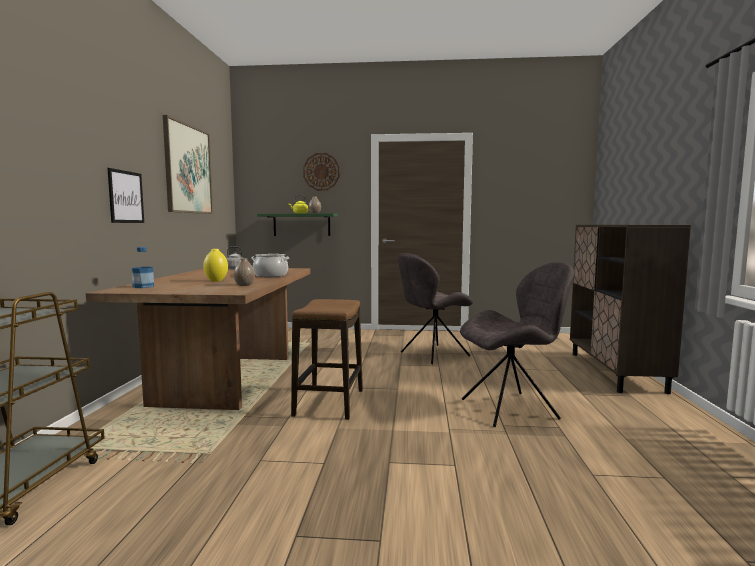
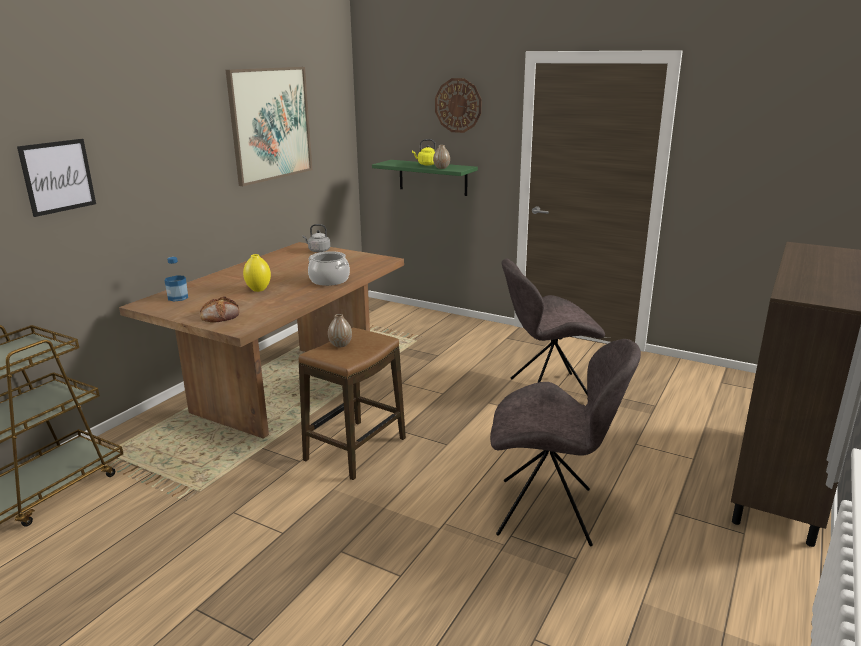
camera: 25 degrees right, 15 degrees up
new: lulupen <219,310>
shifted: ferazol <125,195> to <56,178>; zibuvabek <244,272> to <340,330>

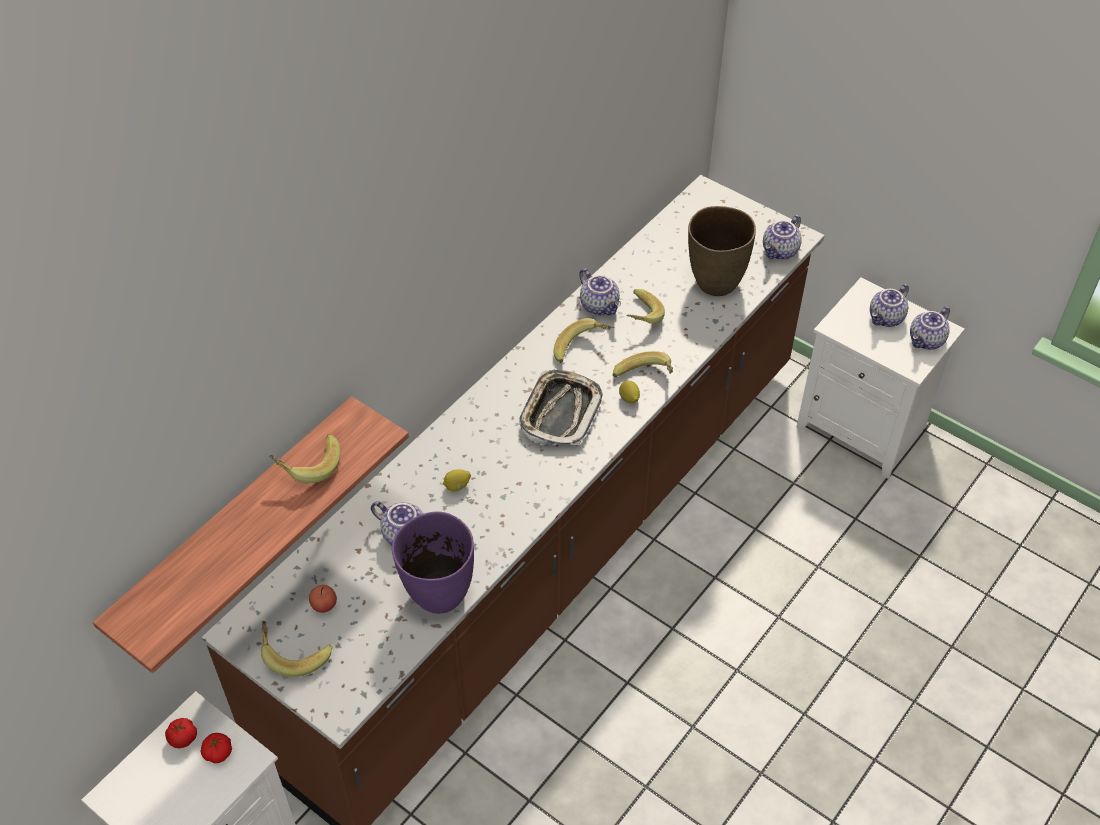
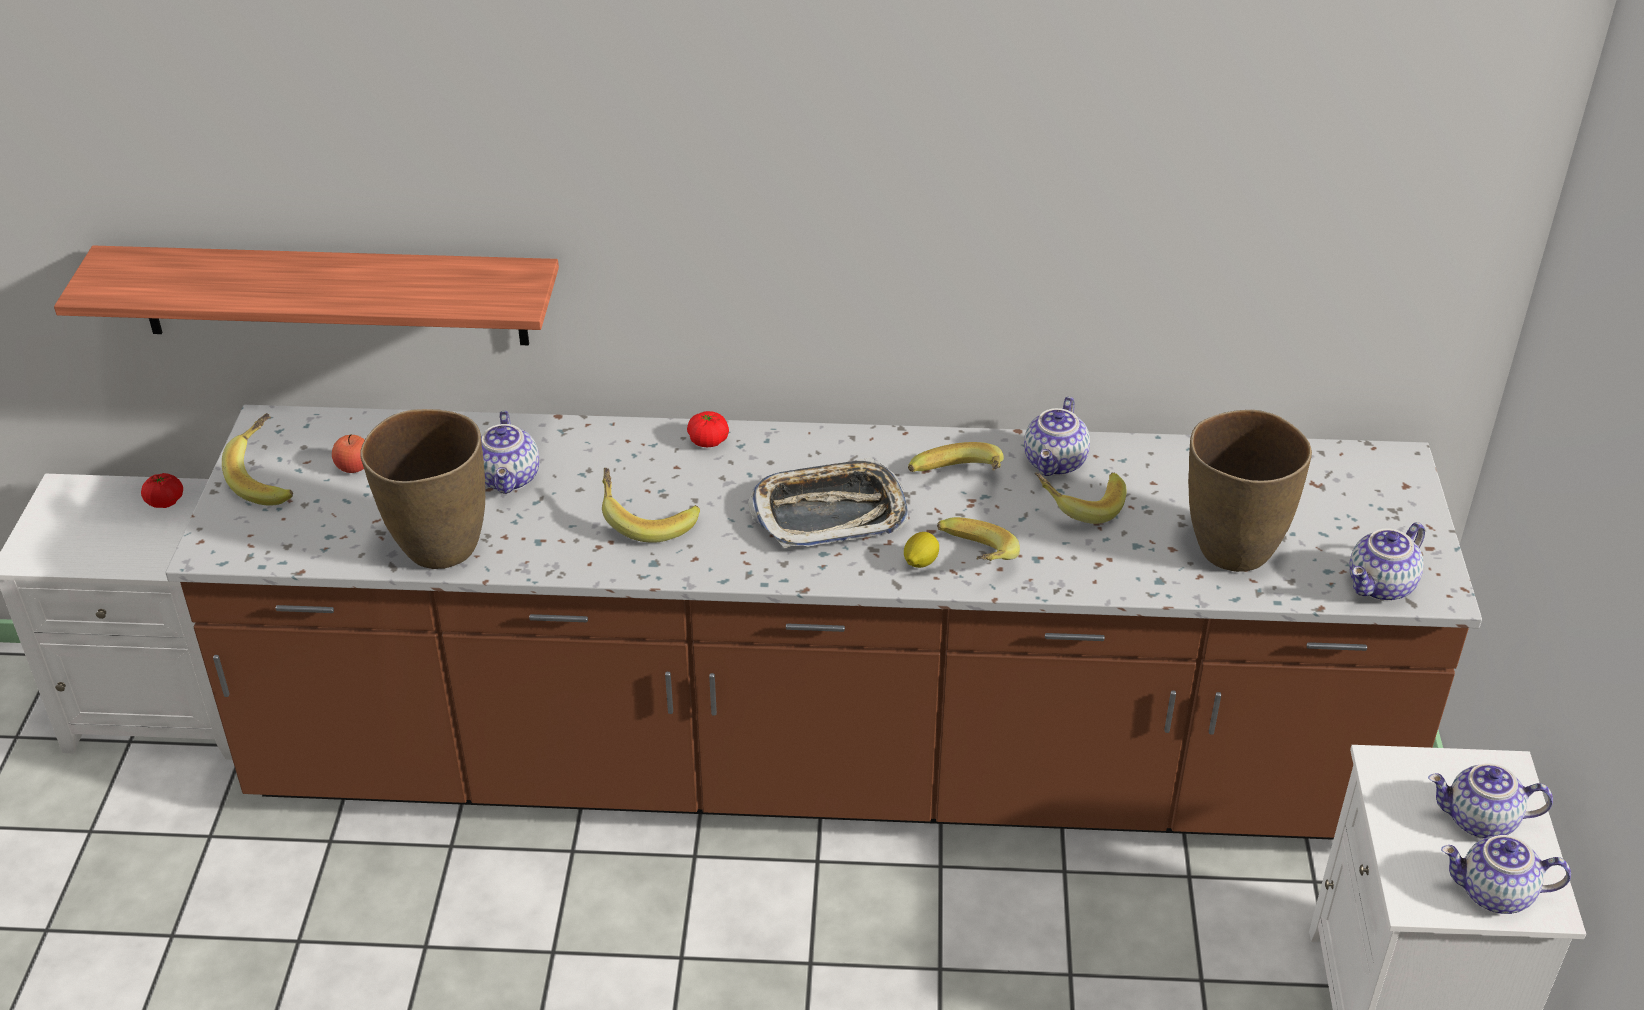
camera: 55 degrees right, 10 degrees down
gone: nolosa <457,480>
shifted: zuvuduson <216,748> to <708,429>; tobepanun <304,458> to <651,505>
repainted: purple_zibuvabek <433,563> to brown_zibuvabek <422,489>
rotated: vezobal <782,237> = <1387,561> 45 degrees counterclockwise

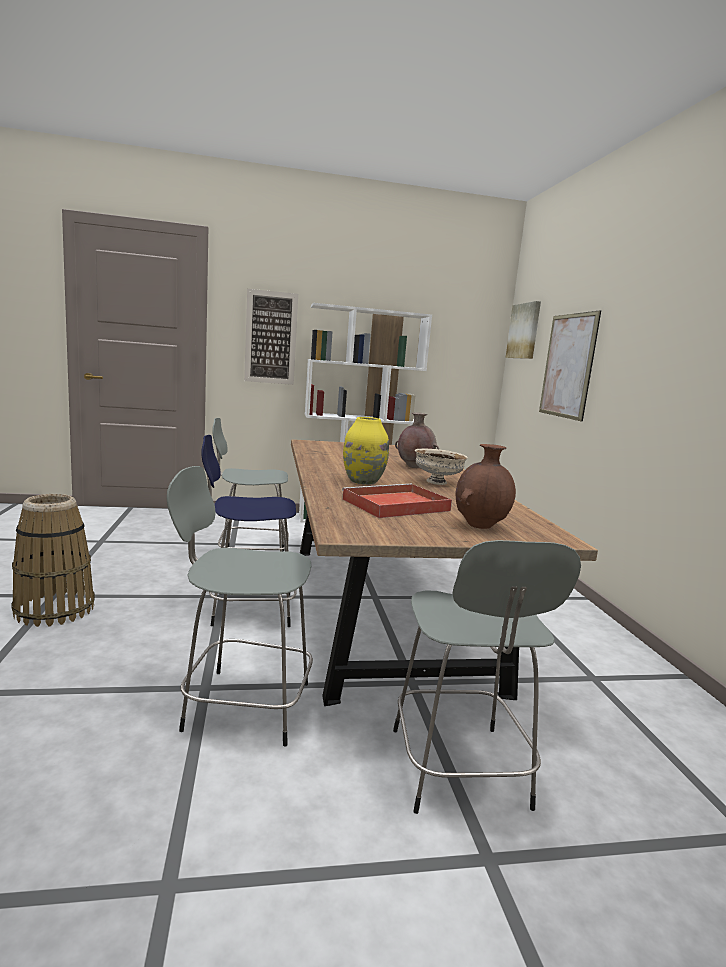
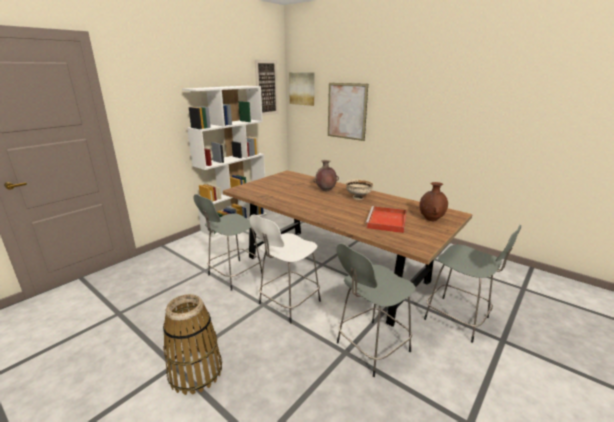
camera: 40 degrees left, 10 degrees up
gone: yellow_zibuvabek <366,451>
shifted: ferazol <271,337> to <267,87>
repainted: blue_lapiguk <249,531> to white_lapiguk <285,269>

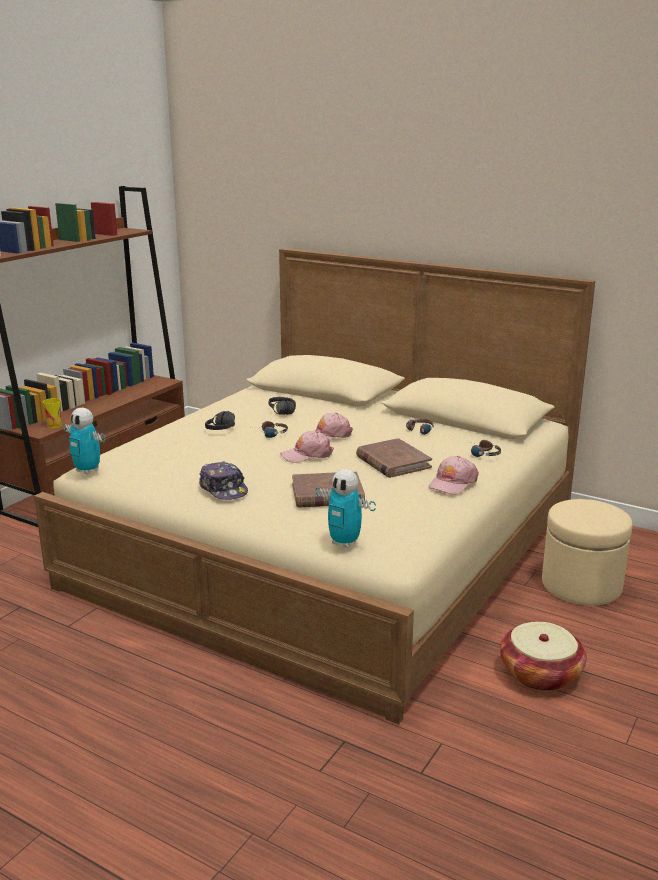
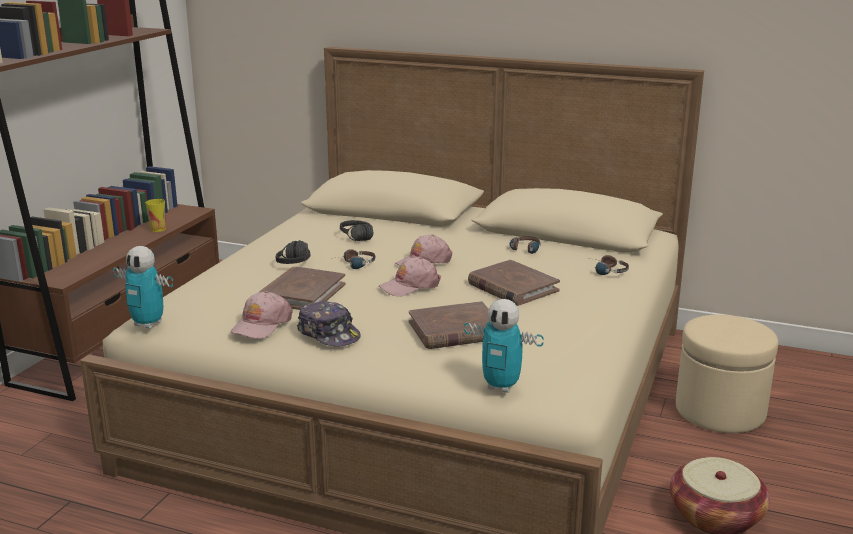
camera: 10 degrees left, 0 degrees up
new: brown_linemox <302,288>
shifted: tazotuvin <52,413> to <155,215>; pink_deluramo <454,475> to <261,315>

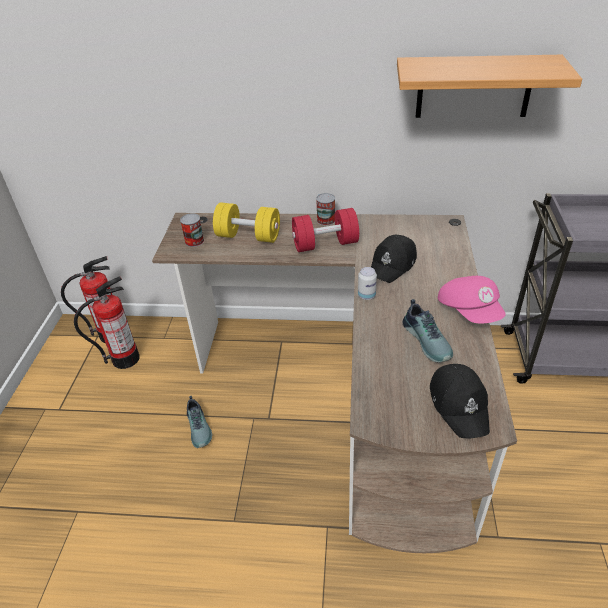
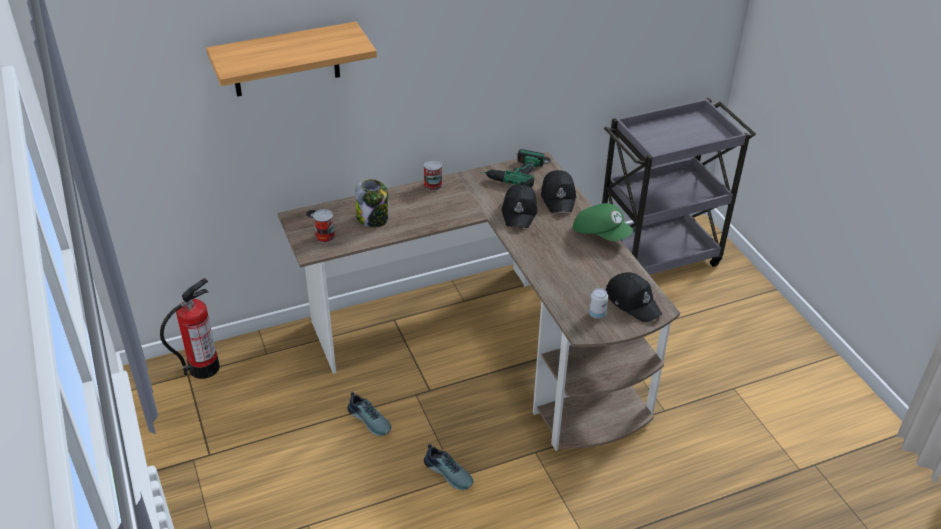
camera: 30 degrees left, 0 degrees up
gone: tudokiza <107,322>; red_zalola <325,230>
new: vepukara <509,168>; black_deluramo <558,191>
shifted: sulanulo <367,283> to <598,303>; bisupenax <489,86> to <291,59>; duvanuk <428,331> to <448,467>
swapped: yellow_zalola <246,223> to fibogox <372,203>
repainted: pink_deluramo <472,299> to green_deluramo <603,222>

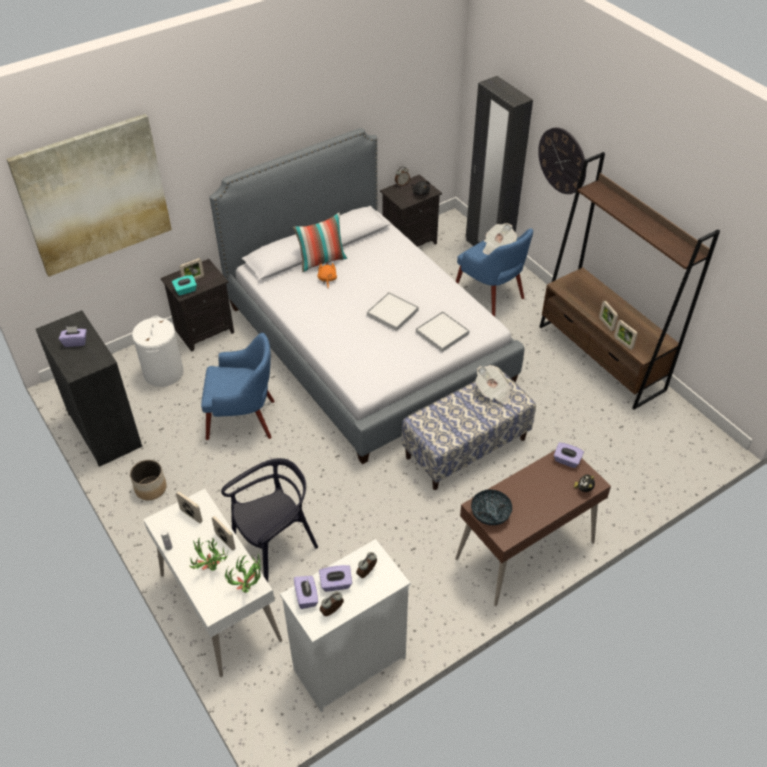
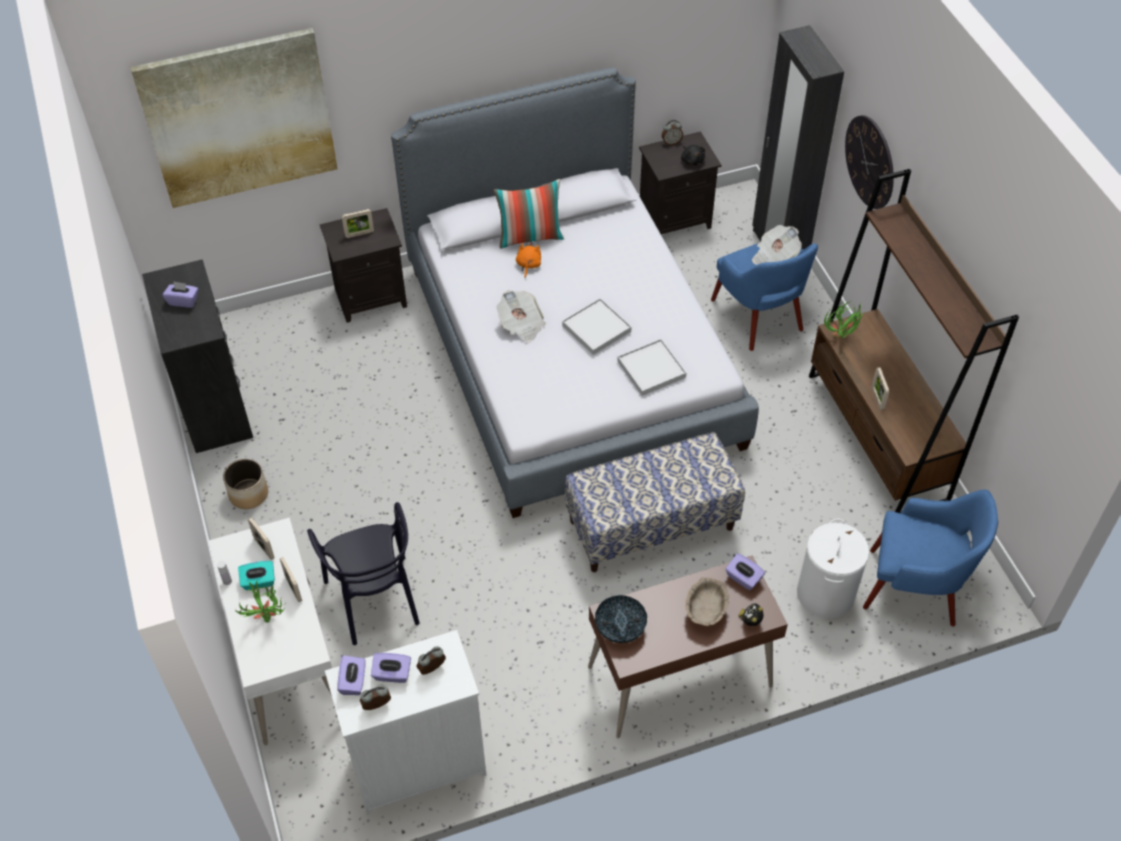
camera: 15 degrees right, 5 degrees up
gone: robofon <626,335>
new: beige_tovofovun <707,601>
shifted: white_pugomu <157,351> to <833,568>; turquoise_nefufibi <184,285> to <256,575>; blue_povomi <238,386> to <930,558>; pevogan <244,573> to <844,319>; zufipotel <494,385> to <521,316>
rotated: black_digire <269,520> = <363,573> 90 degrees clockwise

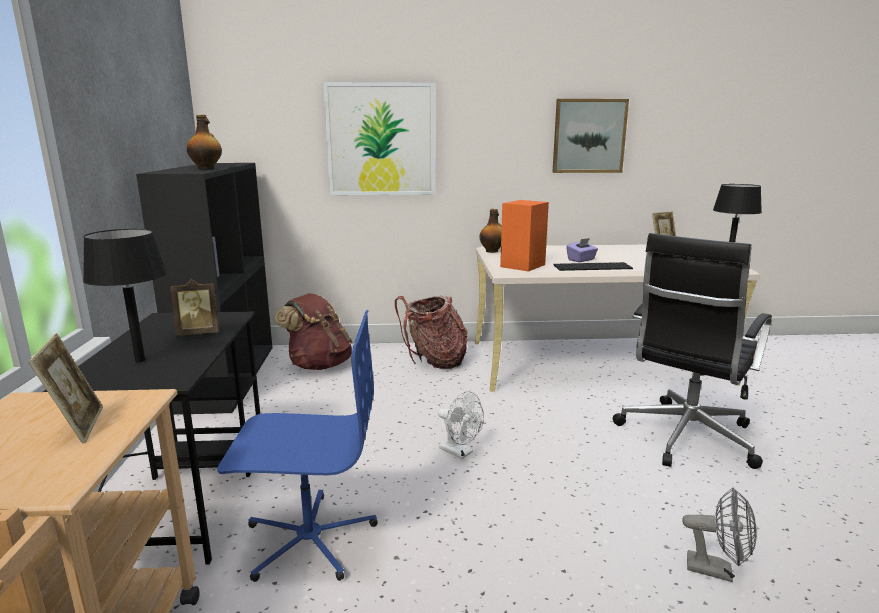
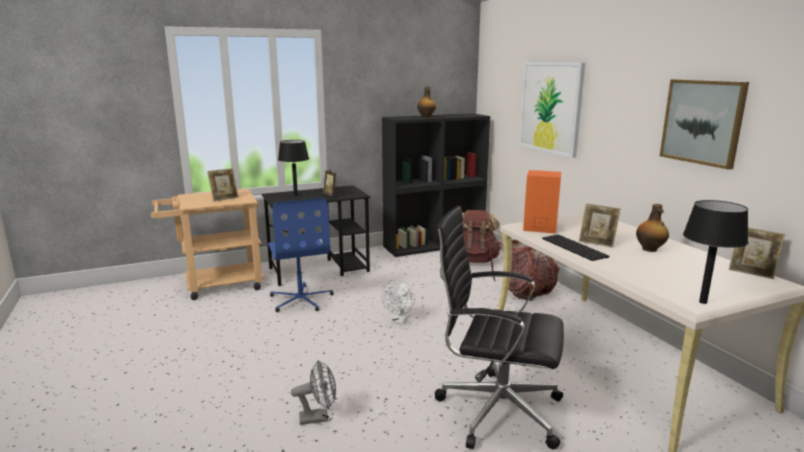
camera: 70 degrees right, 0 degrees up
shifted: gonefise <490,231> to <652,228>
swapped: purple_nefufibi <582,250> to robofon <600,225>
rotated: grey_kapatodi <719,535> = <313,392> 105 degrees counterclockwise

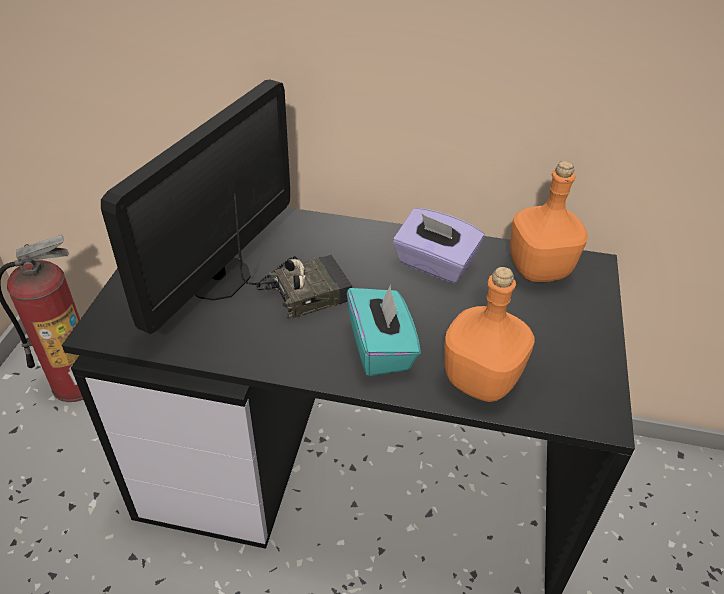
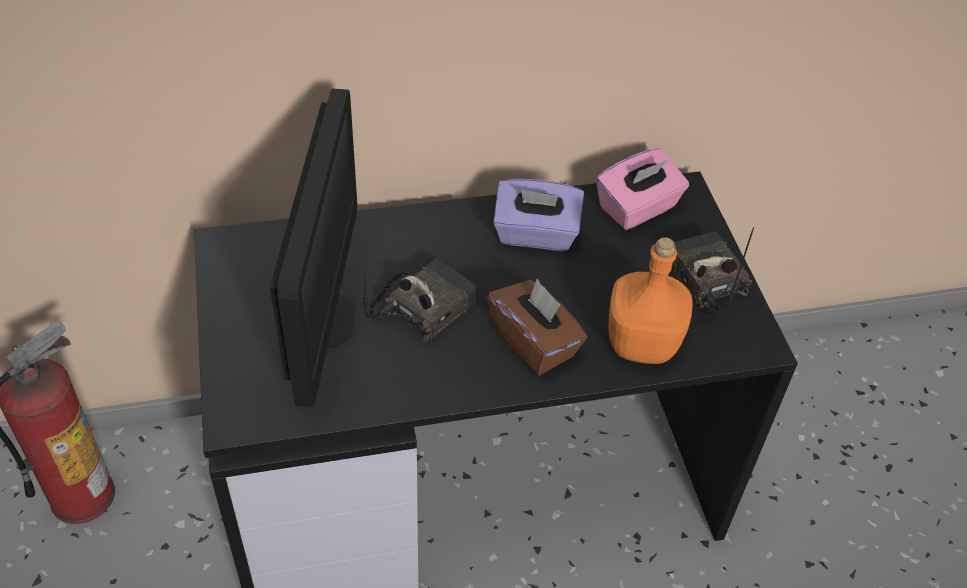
camera: 25 degrees left, 5 degrees up
new: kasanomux <713,273>
swapped: orange_gonefise <549,221> to pink_nefufibi <642,189>
repainted: turquoise_nefufibi <384,330> to brown_nefufibi <537,326>

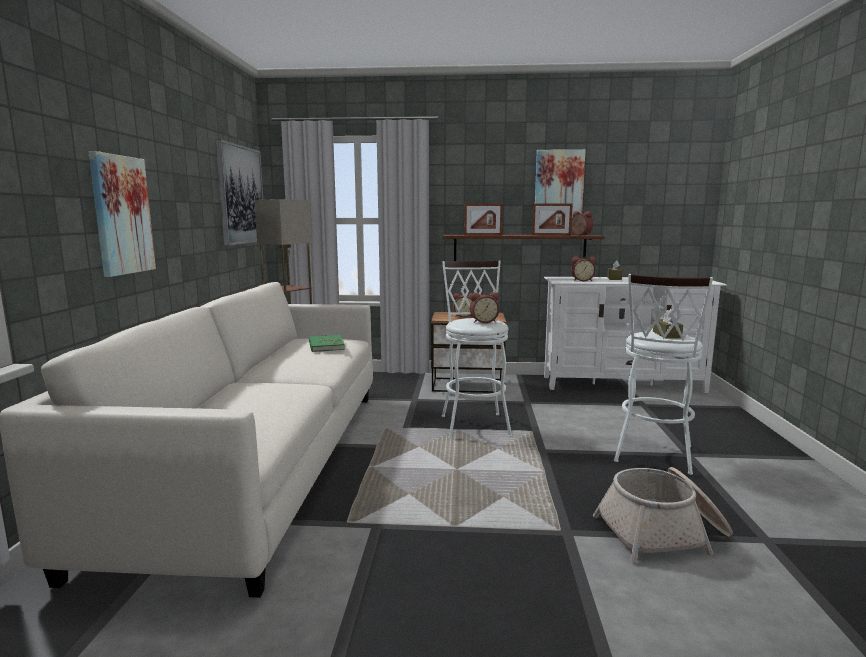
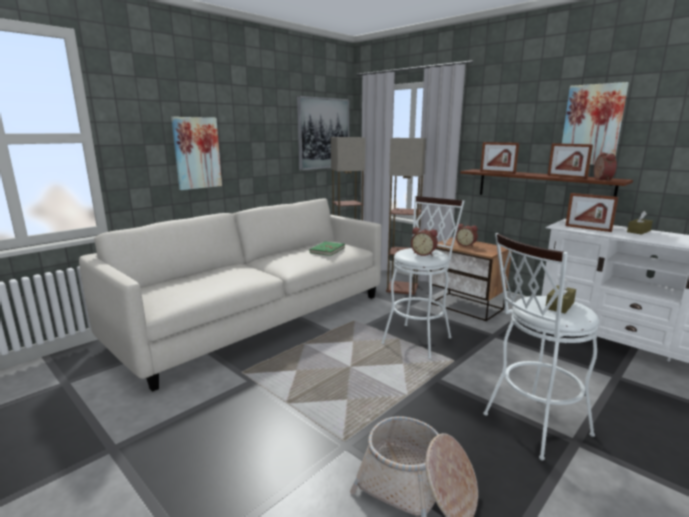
camera: 40 degrees right, 5 degrees up
new: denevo <406,216>
swapped: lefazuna <583,269> to robofon <591,212>

